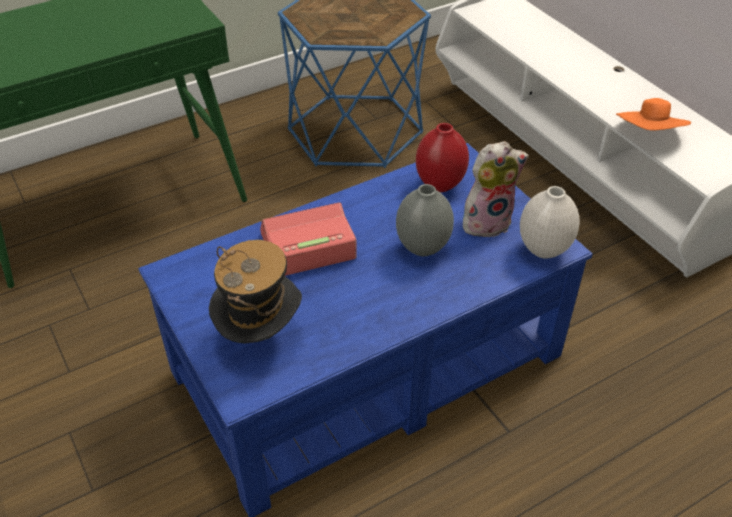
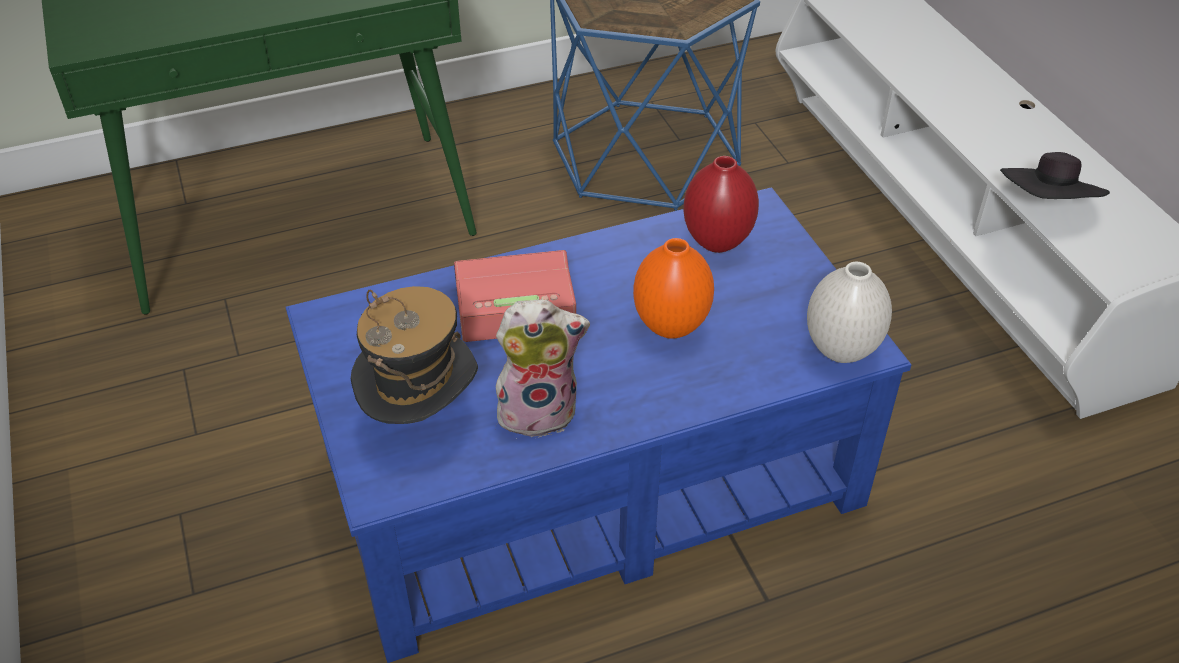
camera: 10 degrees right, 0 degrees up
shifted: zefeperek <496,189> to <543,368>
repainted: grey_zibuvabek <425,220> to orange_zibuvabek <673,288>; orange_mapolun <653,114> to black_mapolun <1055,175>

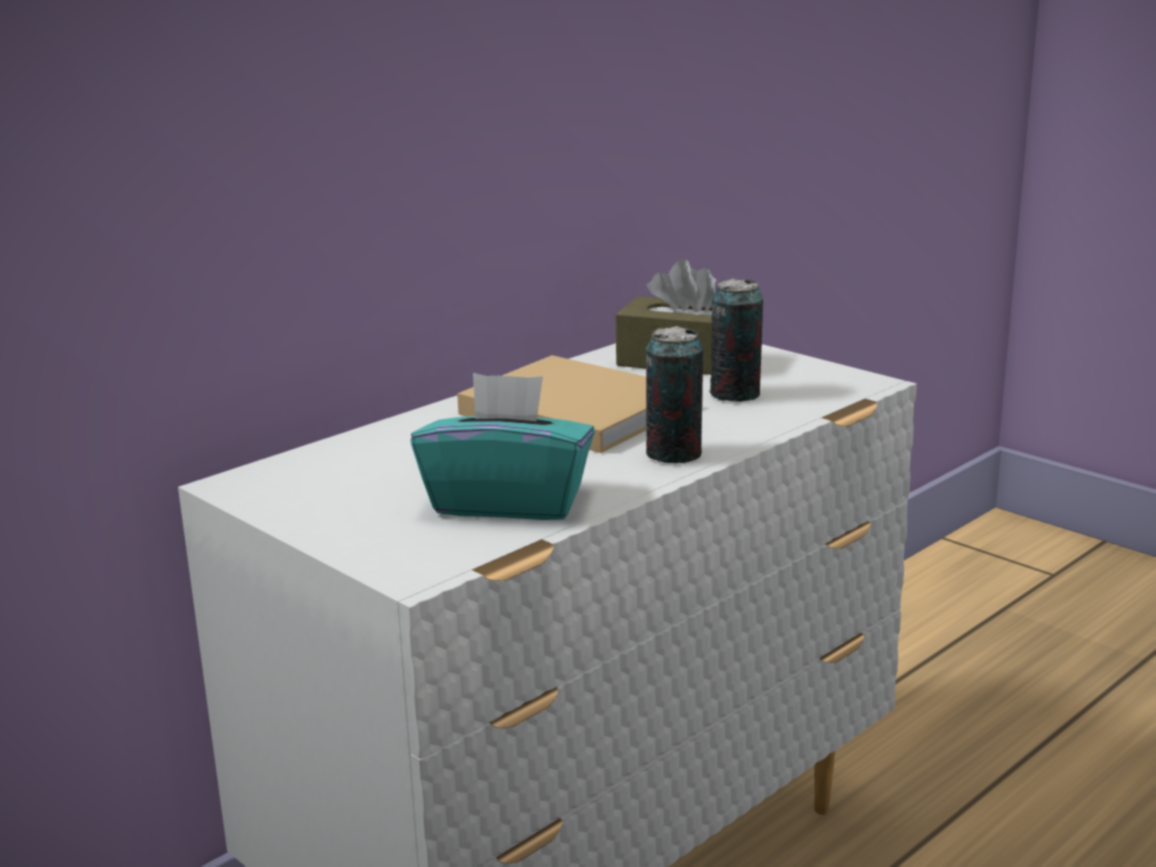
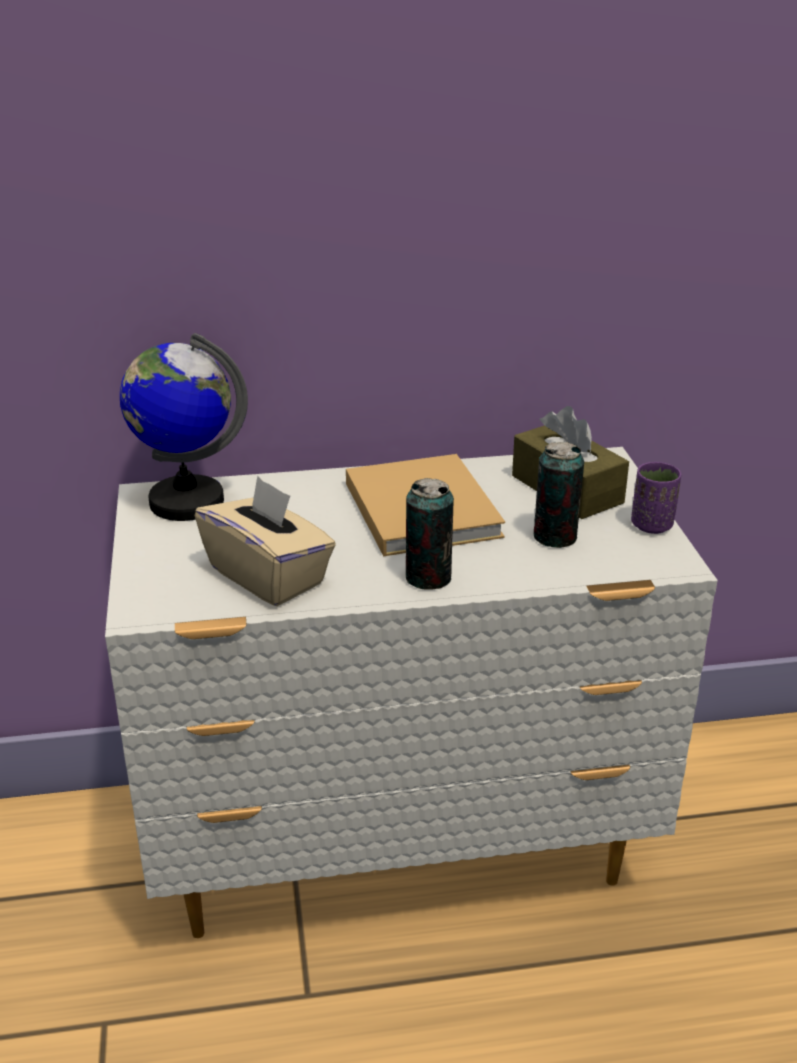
camera: 35 degrees right, 10 degrees up
new: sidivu <184,427>; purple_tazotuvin <656,498>
repainted: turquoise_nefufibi <503,446> to beige_nefufibi <265,541>

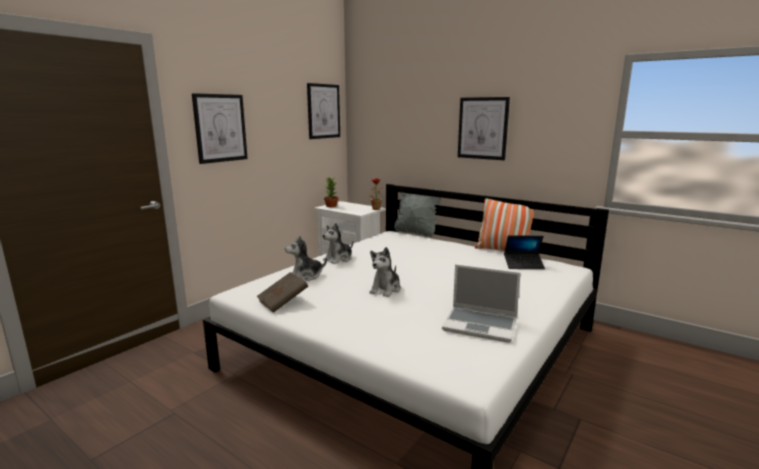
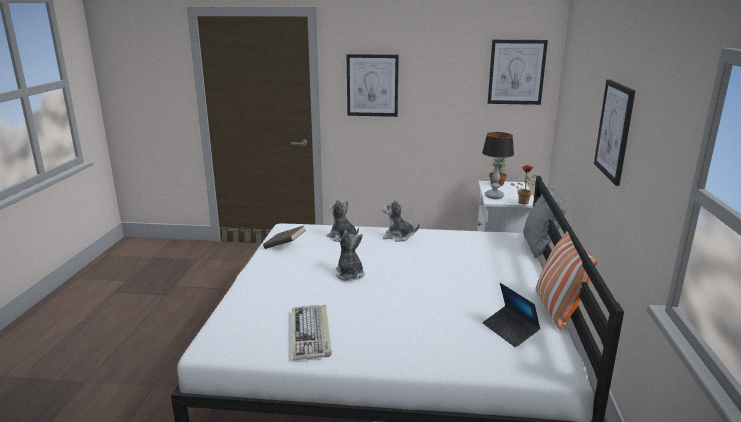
camera: 60 degrees right, 5 degrees up
new: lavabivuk <498,165>
swapped: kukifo <481,303> to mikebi <312,332>
rotated: zefeperek <385,272> = <350,255> 75 degrees clockwise

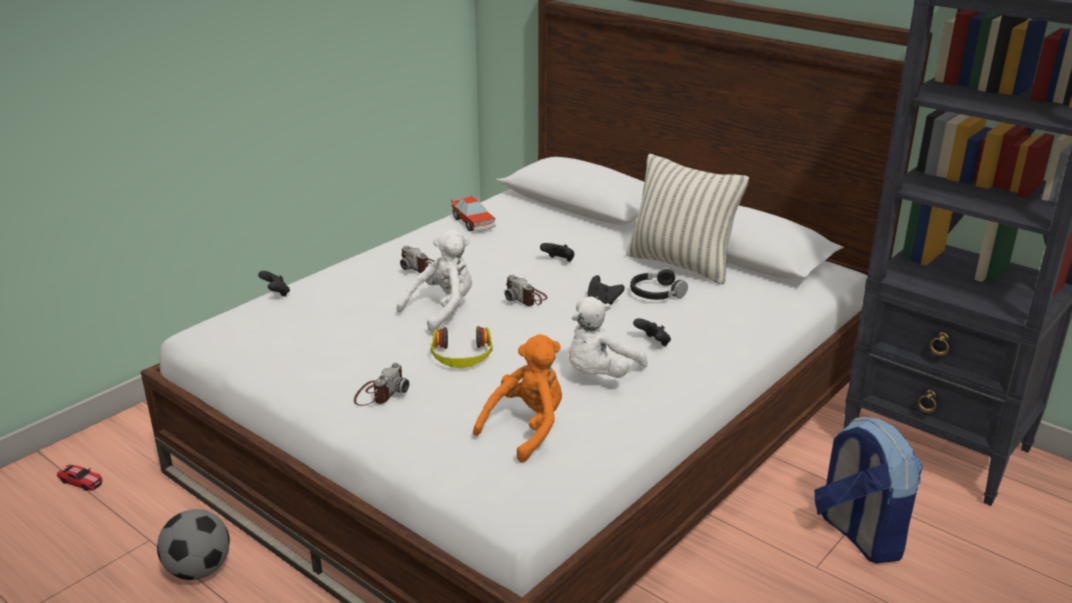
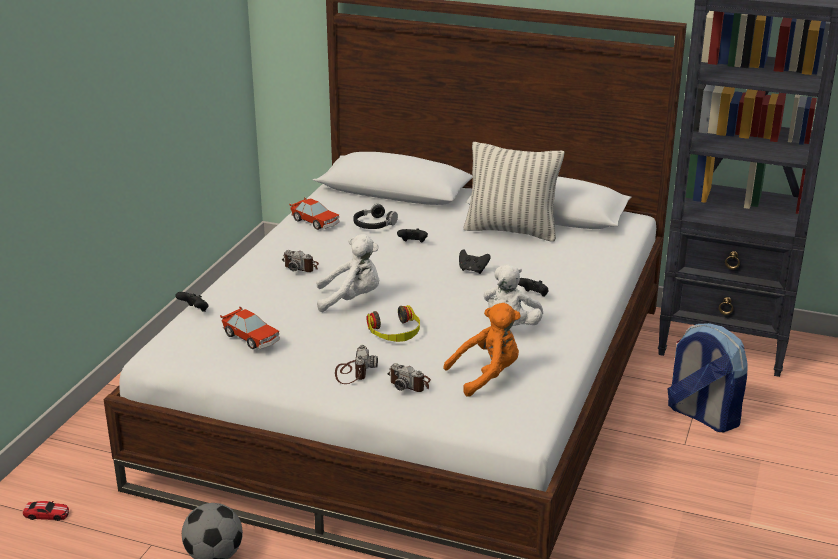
camera: 20 degrees left, 0 degrees up
new: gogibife <250,327>
shifted: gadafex <526,290> to <409,377>; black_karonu <659,283> to <375,216>
rotated: white_zefeperek <434,280> = <347,273> 60 degrees clockwise; orange_zefeperek <517,398> = <482,350> 45 degrees clockwise

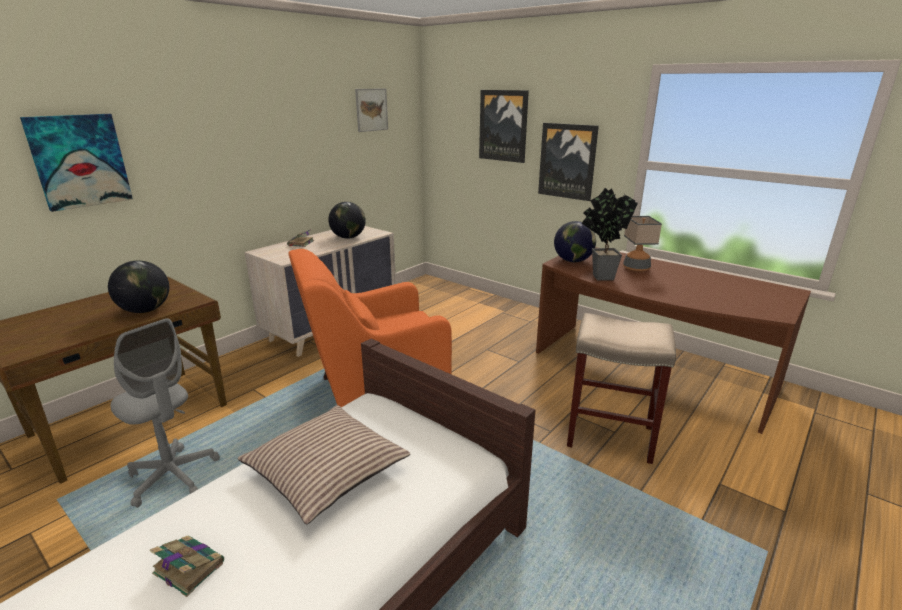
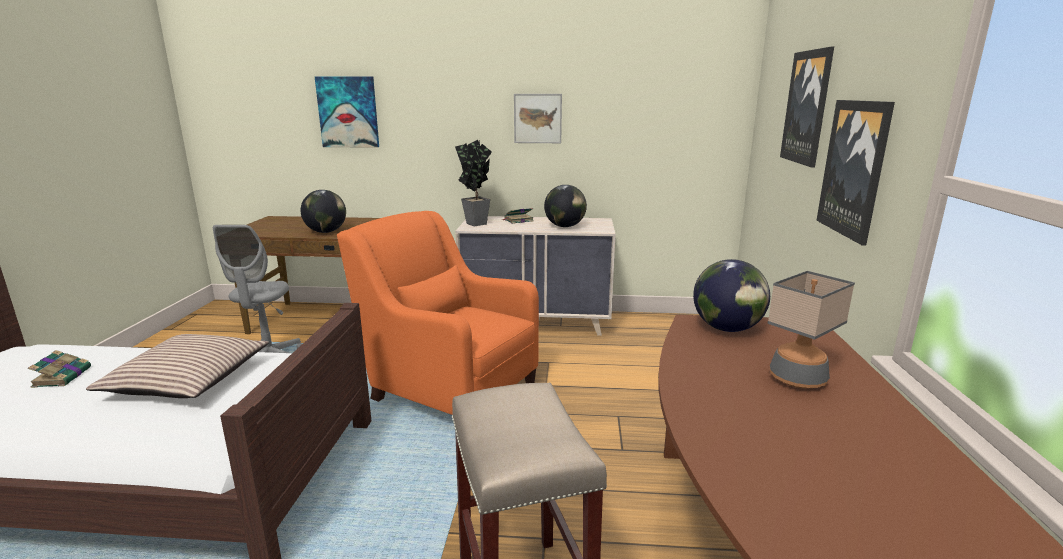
camera: 55 degrees right, 5 degrees down
shifted: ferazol <371,110> to <538,118>; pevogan <609,234> to <473,183>

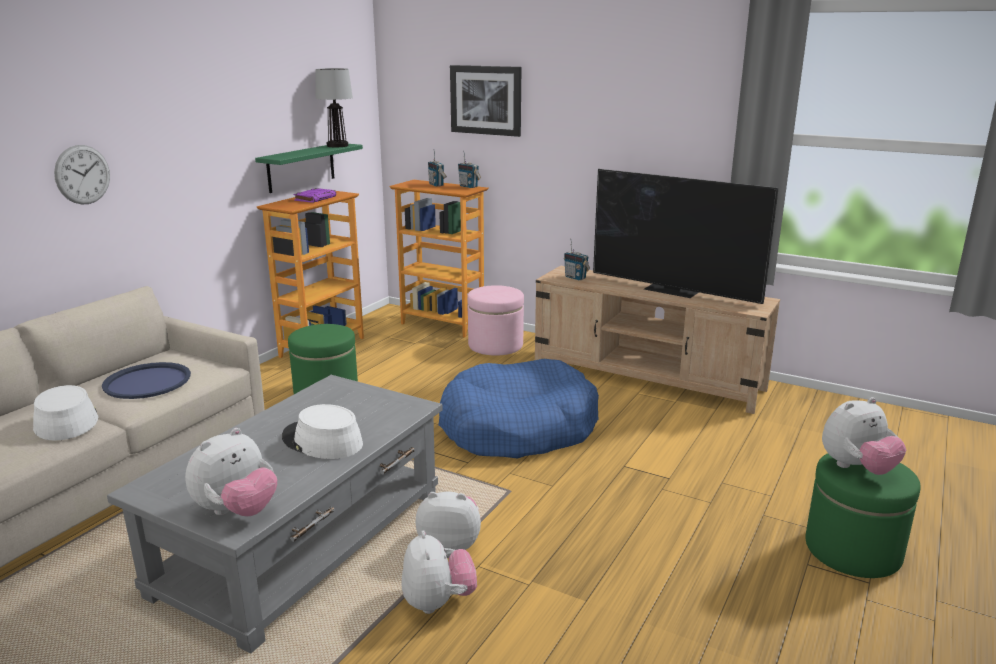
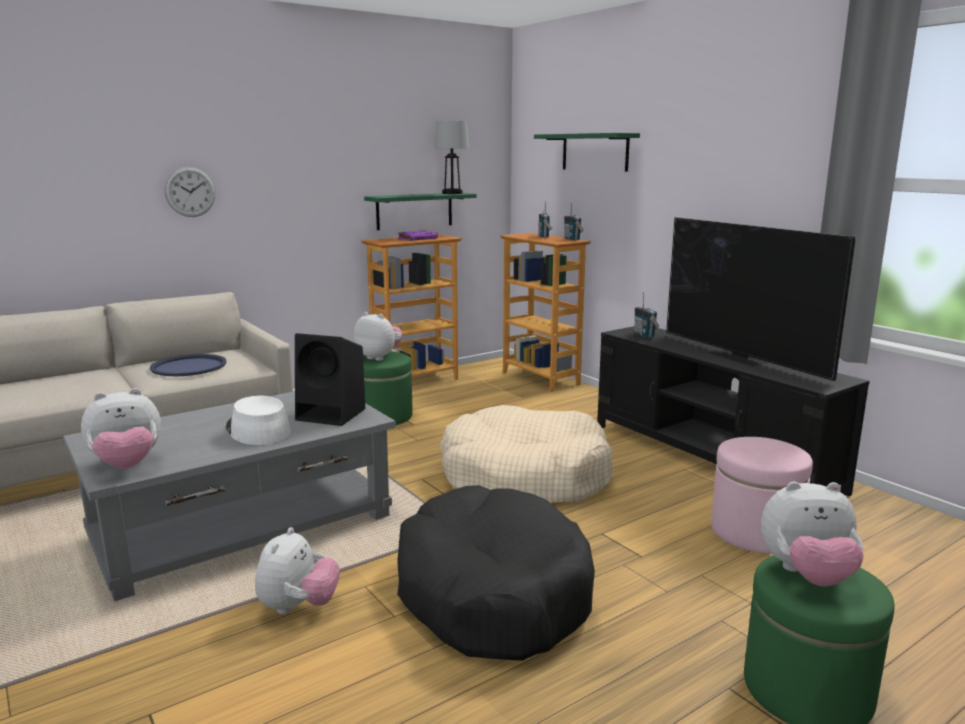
camera: 25 degrees right, 5 degrees down
gone: white_mapolun <66,412>
new: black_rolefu <330,379>; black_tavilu <496,573>
shifted: zefeperek <448,520> to <378,336>; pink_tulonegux <495,320> to <762,495>
swapped: ferazol <485,101> to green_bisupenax <587,152>
repainted: blue_tavilu <519,409> to beige_tavilu <526,453>; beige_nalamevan <657,340> to black_nalamevan <733,411>

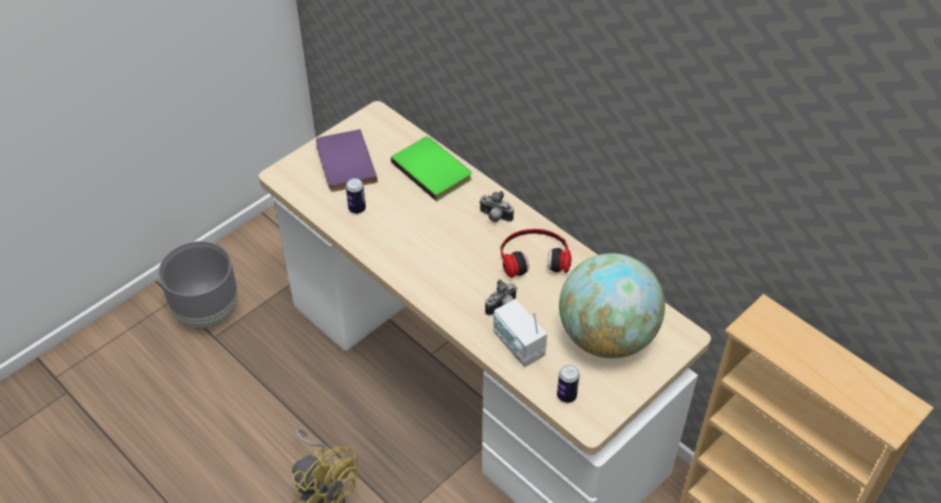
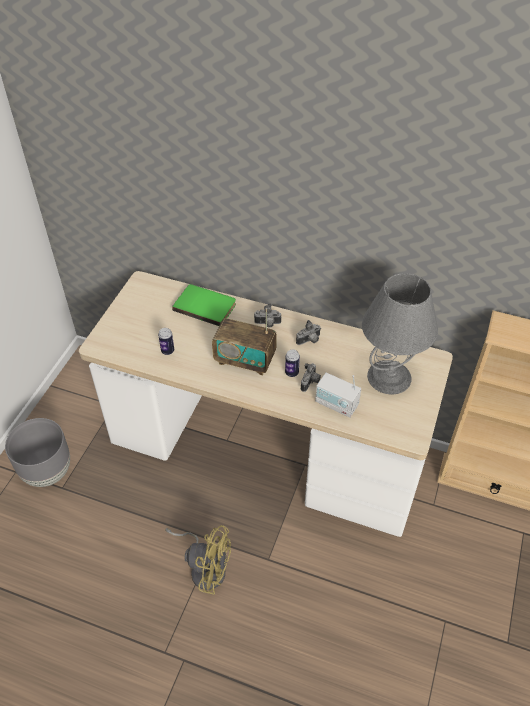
camera: 25 degrees left, 0 degrees up
gone: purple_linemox <347,160>
new: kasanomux <244,341>
shifted: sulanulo <568,384> to <292,363>
swapped: karonu <536,253> to gadafex <308,332>; sidivu <612,305> to grey_lavabivuk <400,333>

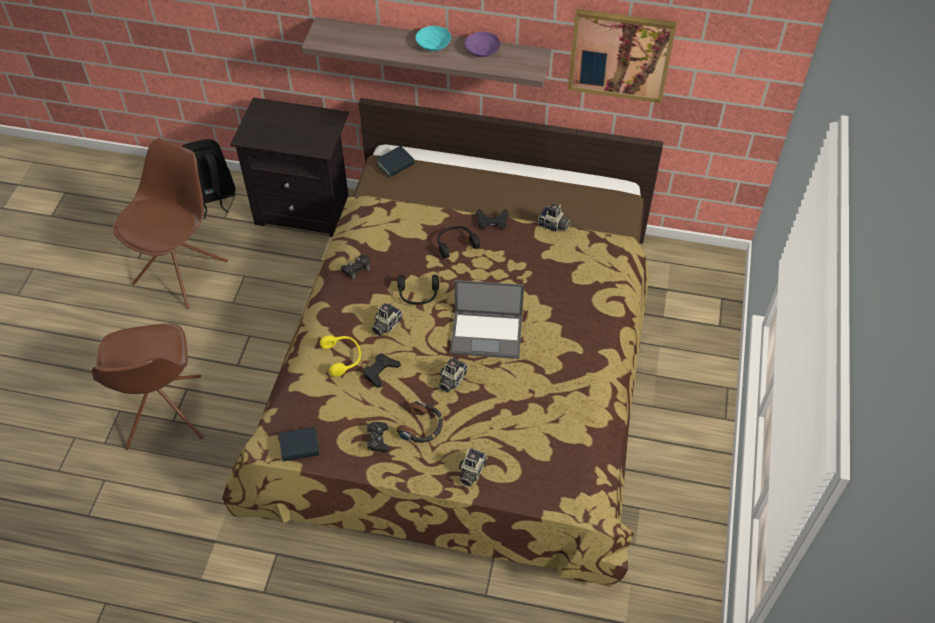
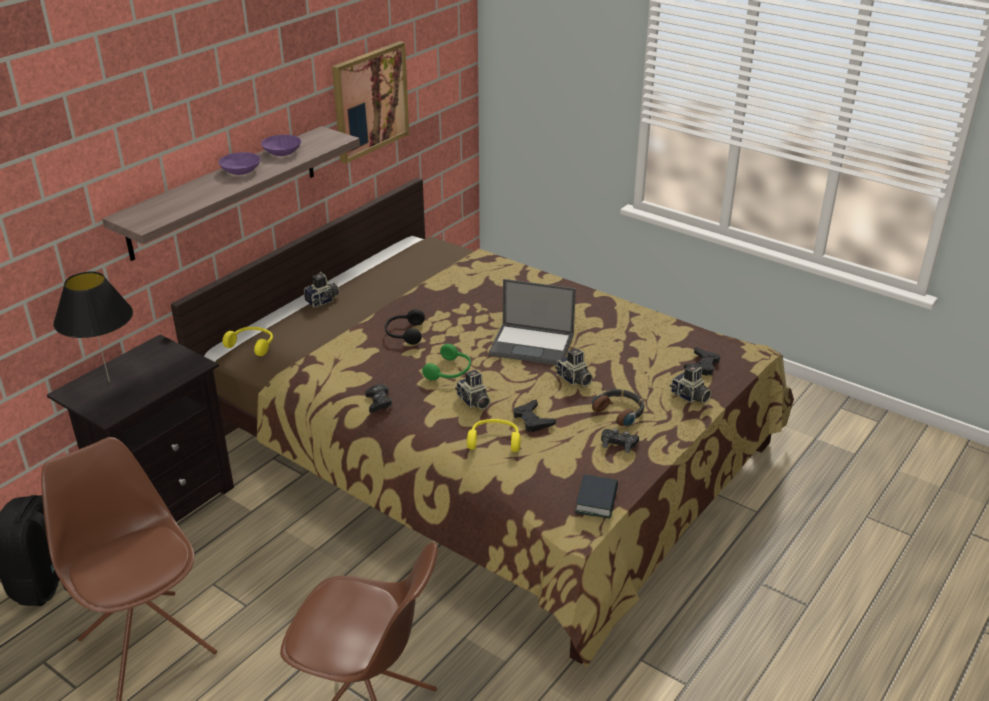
camera: 65 degrees left, 20 degrees down
new: black_lavabivuk <93,327>
shifted: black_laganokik <492,219> to <702,361>; gadafex <554,217> to <321,289>
swapped: linemox <396,161> to yellow_karonu <247,341>
repainted: black_karonu <418,290> to green_karonu <446,362>; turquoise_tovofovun <433,38> to purple_tovofovun <239,163>
rotated: kukifo <487,319> = <532,322> 75 degrees clockwise

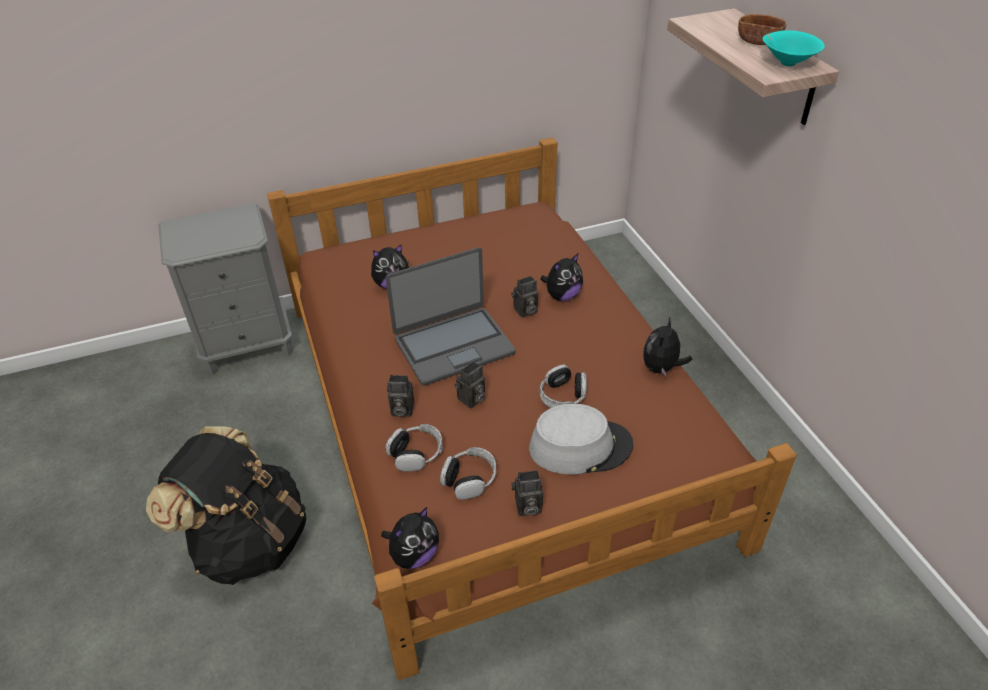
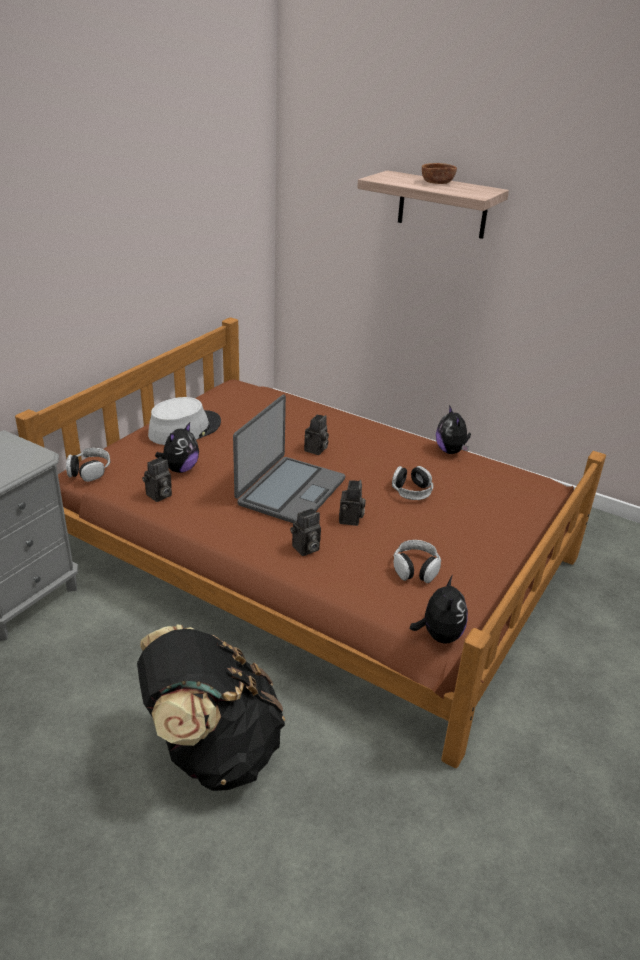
camera: 40 degrees left, 10 degrees down
gone: zefeperek <561,277>; turquoise_tovofovun <793,48>
shifted: karonu <414,448> to <88,465>; gadafex <527,493> to <157,479>; grey_mapolun <581,439> to <184,421>

